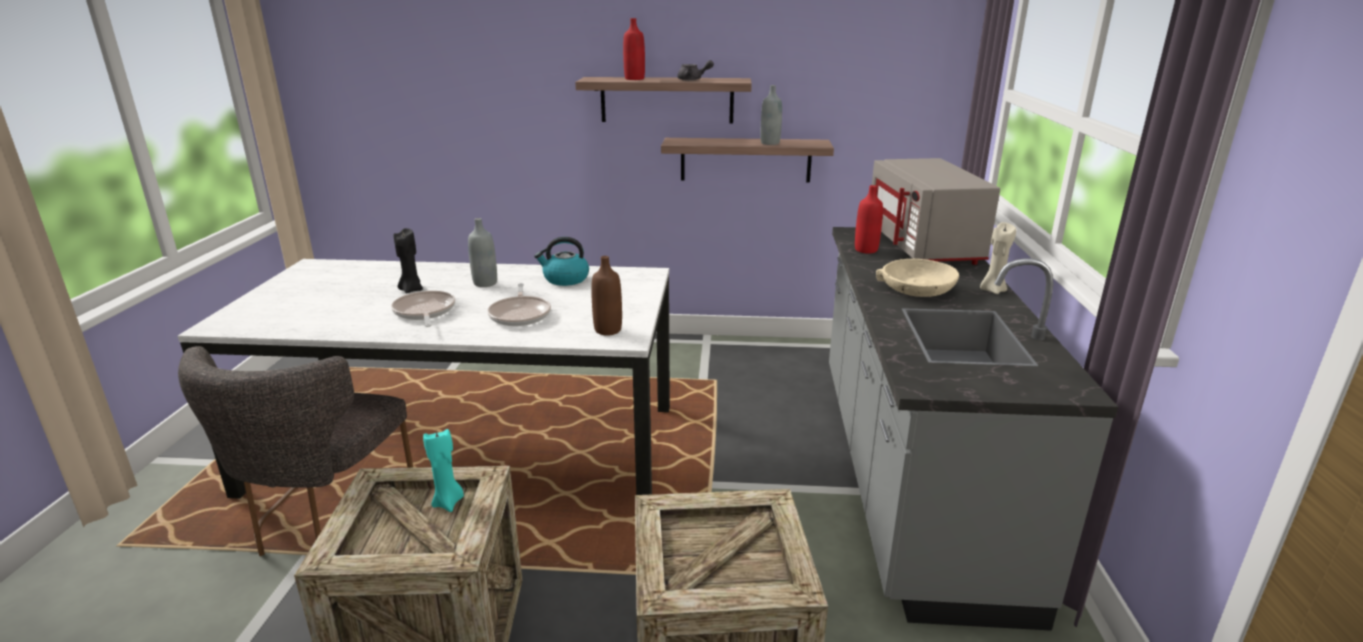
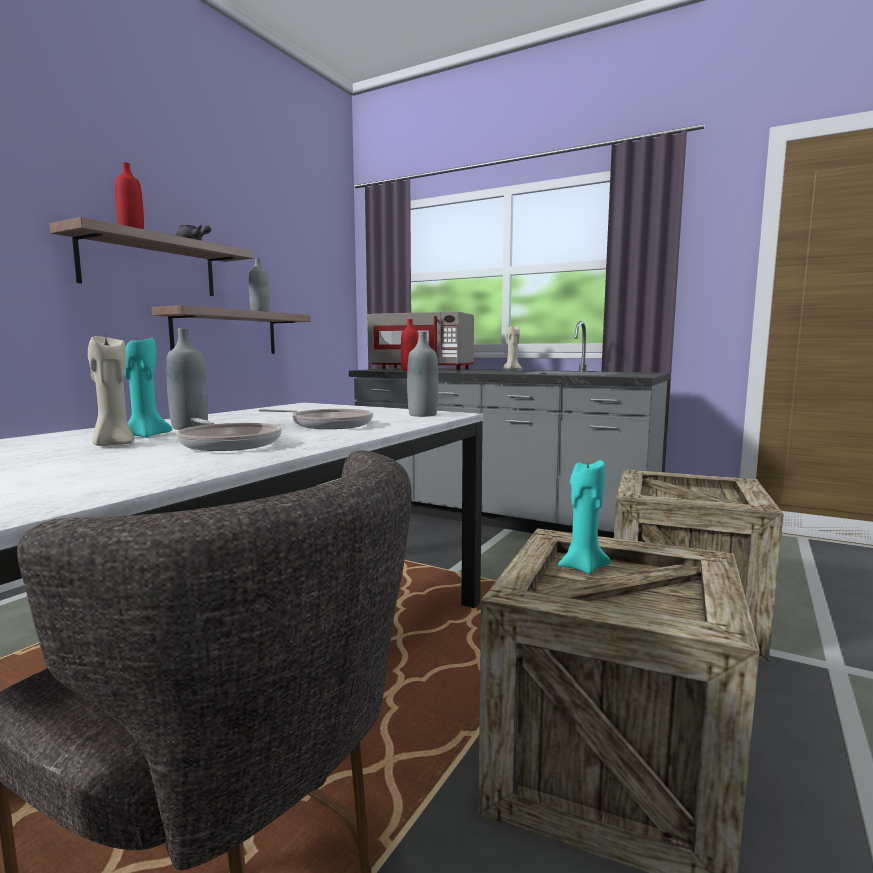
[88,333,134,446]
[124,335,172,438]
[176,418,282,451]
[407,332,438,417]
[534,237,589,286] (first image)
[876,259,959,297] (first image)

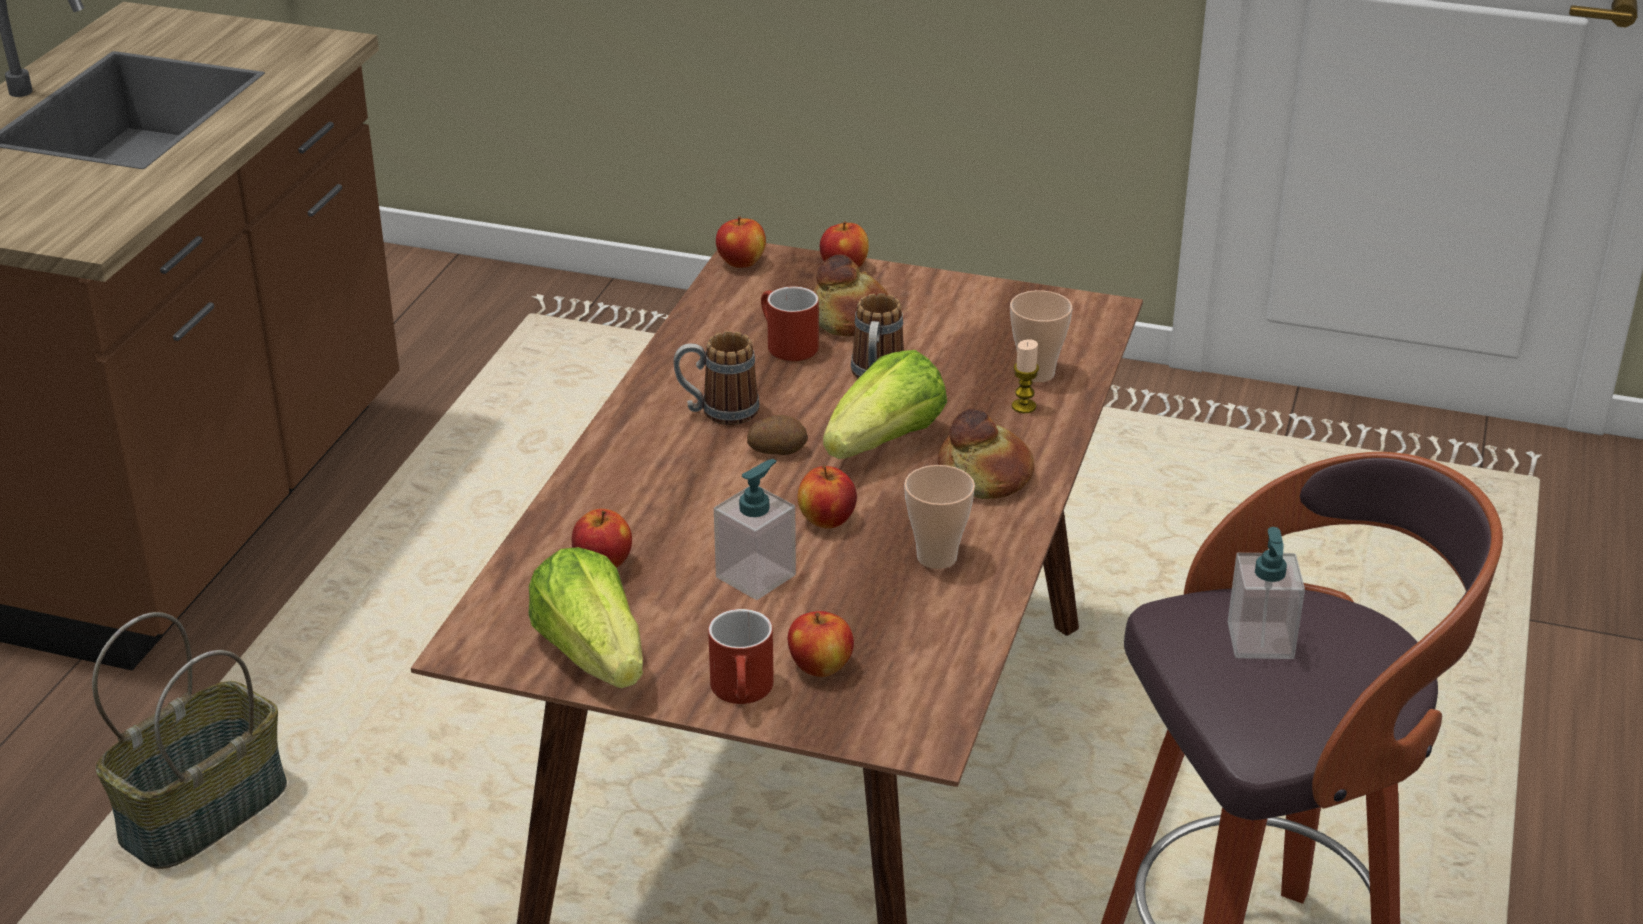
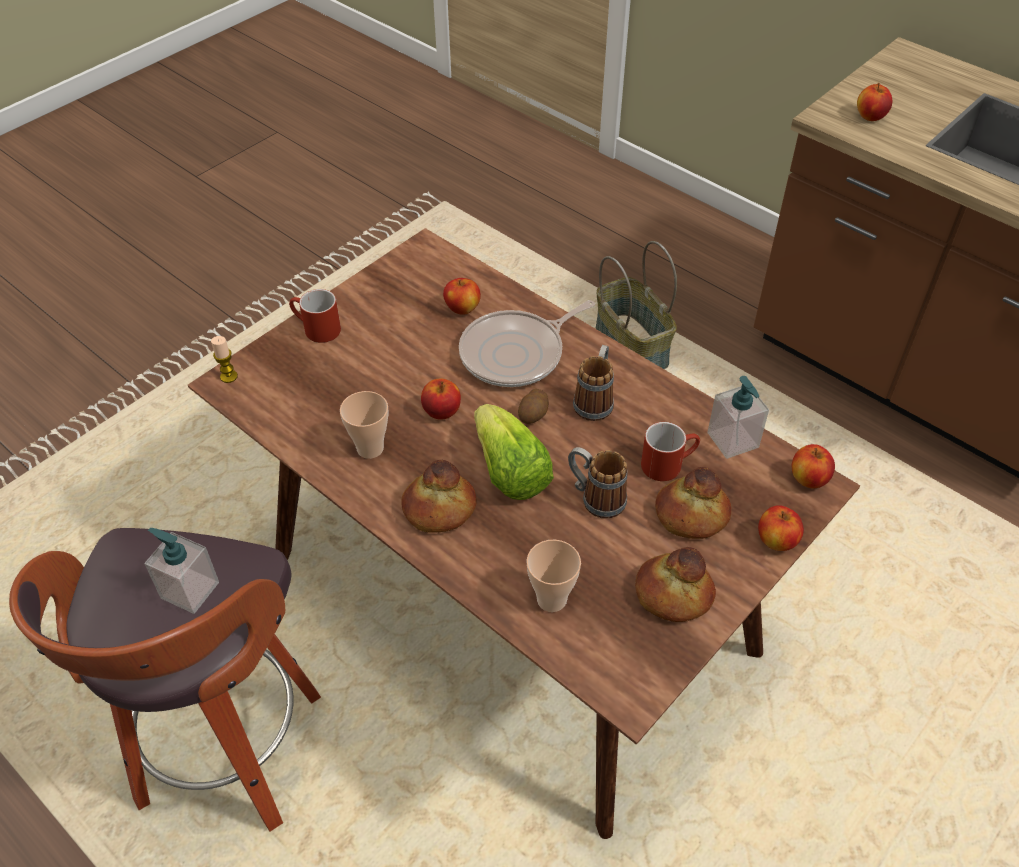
[211,336,238,383]
[459,300,595,387]
[635,547,716,622]
[708,376,769,459]
[857,83,892,121]
[528,547,643,688] (first image)

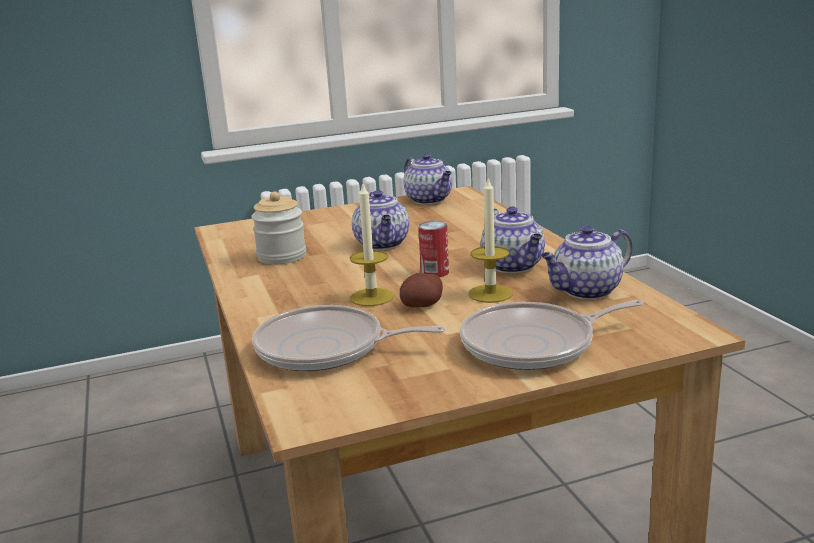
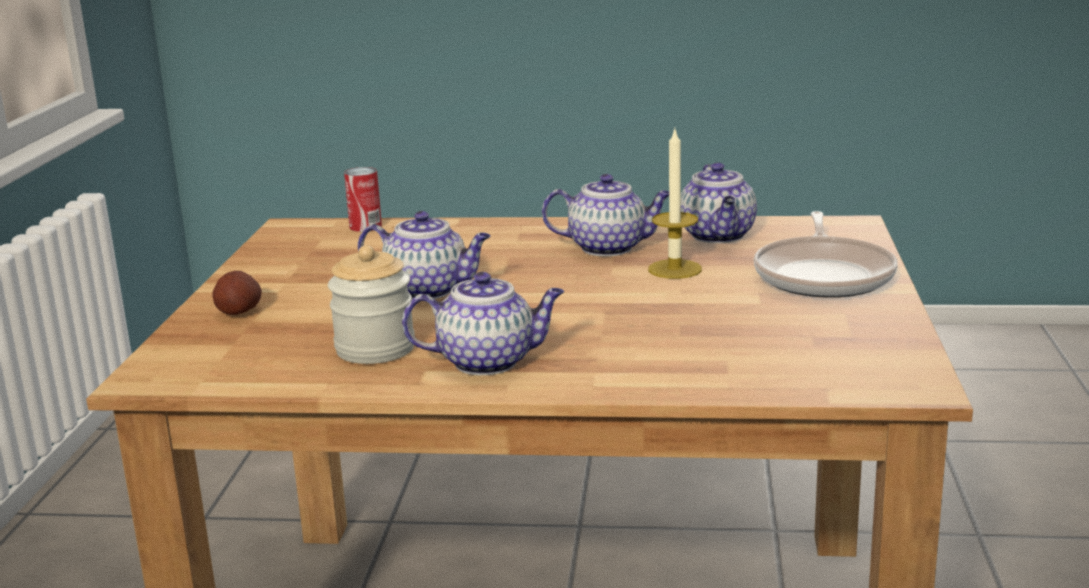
[212,271,262,315]
[344,167,382,232]
[402,272,564,375]
[252,305,445,371] (first image)
[350,184,394,306] (first image)

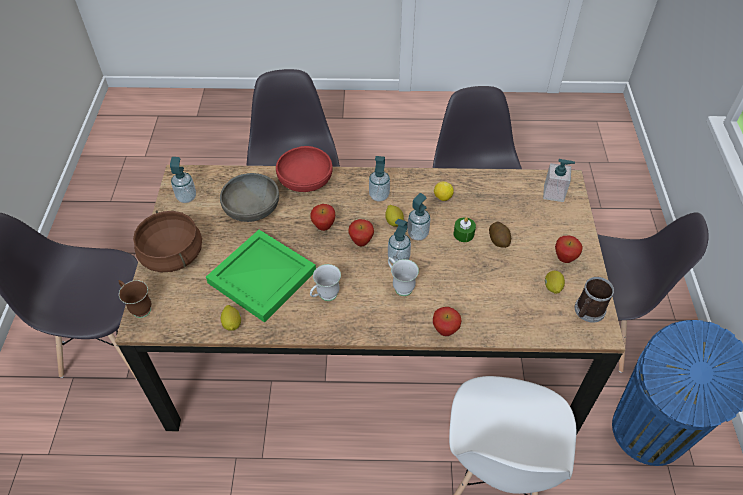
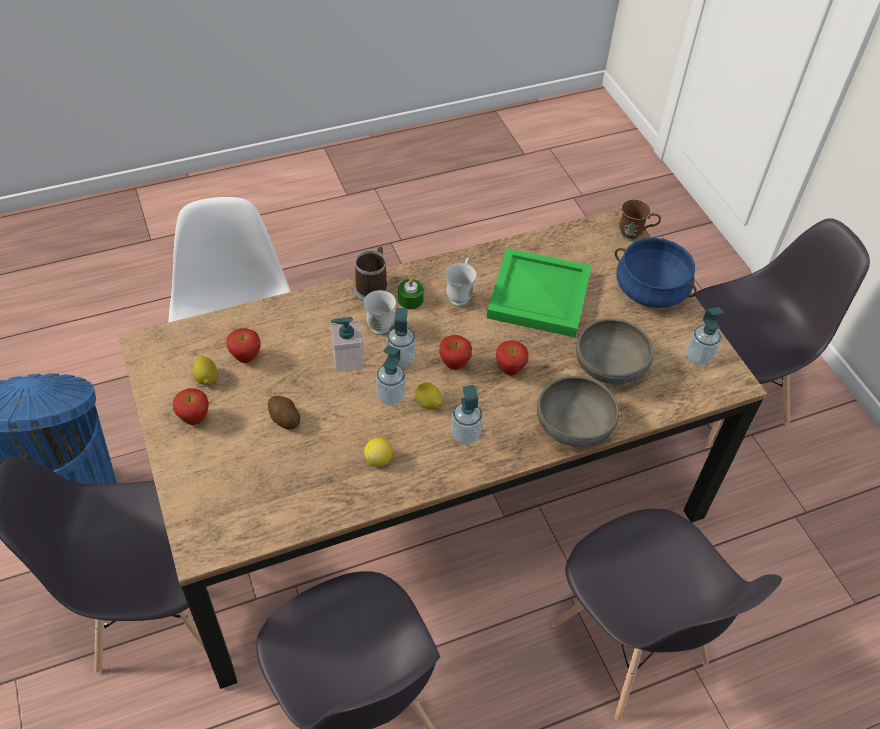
[227,328,261,363]
[331,317,364,372]
[354,247,388,302]
[398,278,424,310]
[537,376,619,447]
[615,238,697,308]
[221,305,241,331] (first image)

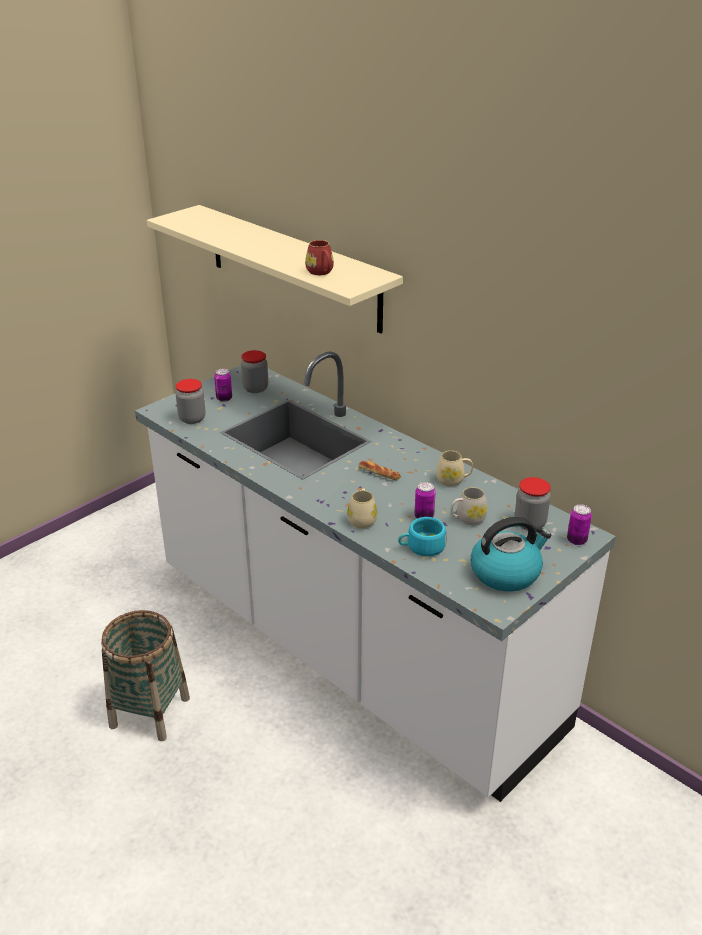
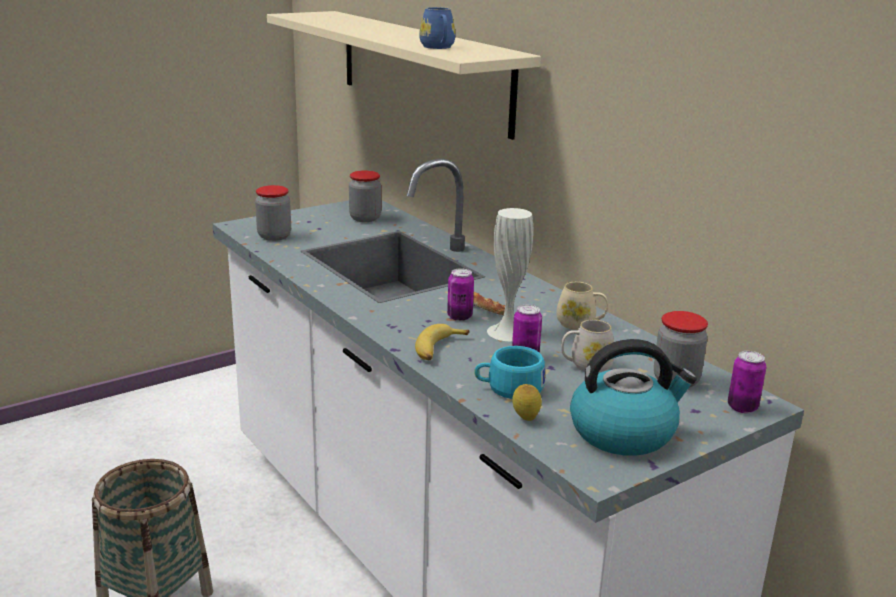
[415,324,469,360]
[419,7,455,49]
[447,268,474,321]
[487,208,533,341]
[512,384,542,421]

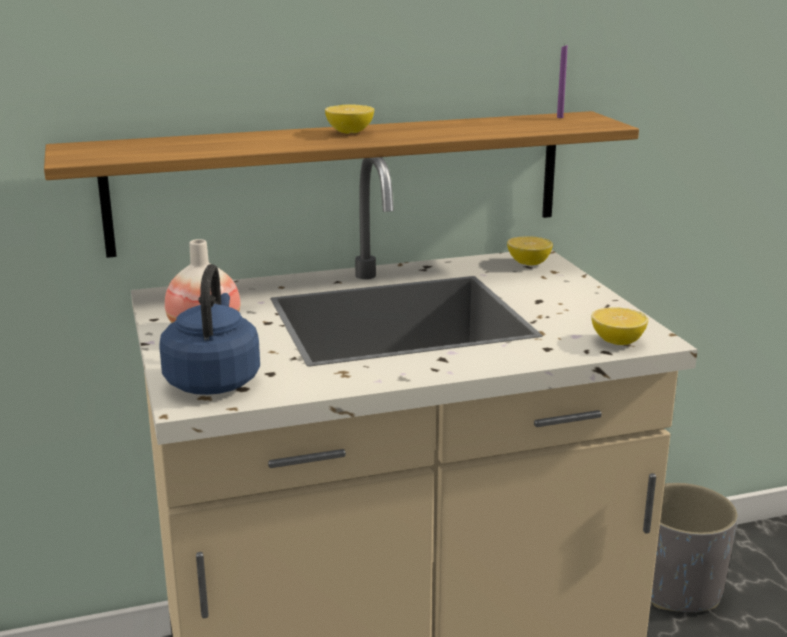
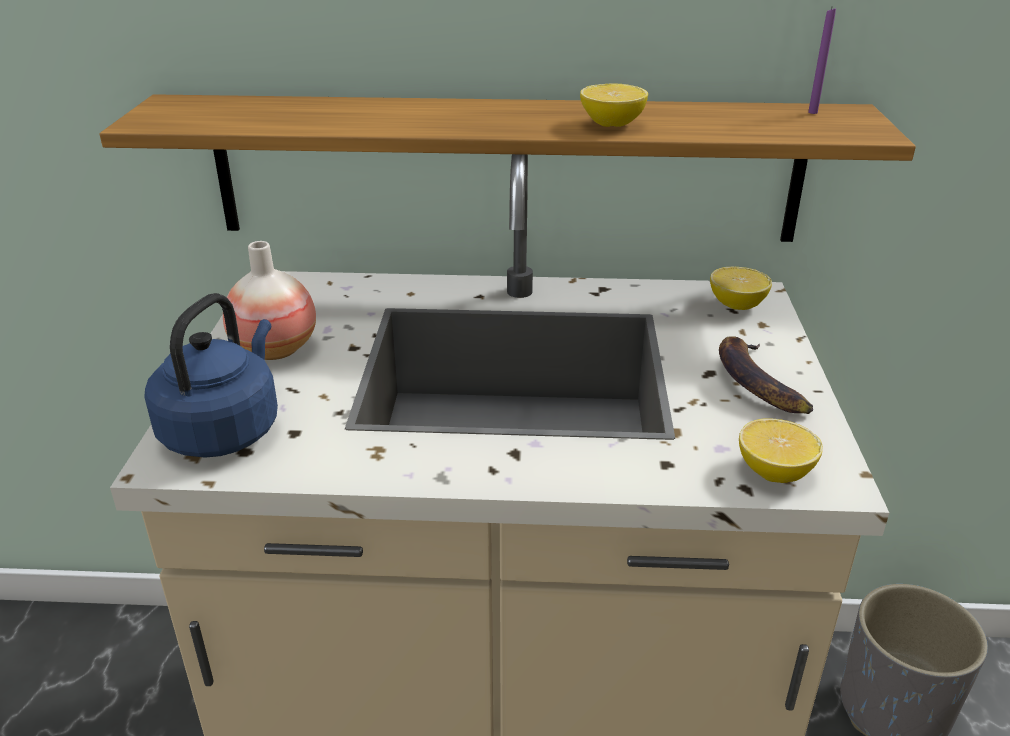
[580,84,648,127]
[719,336,813,414]

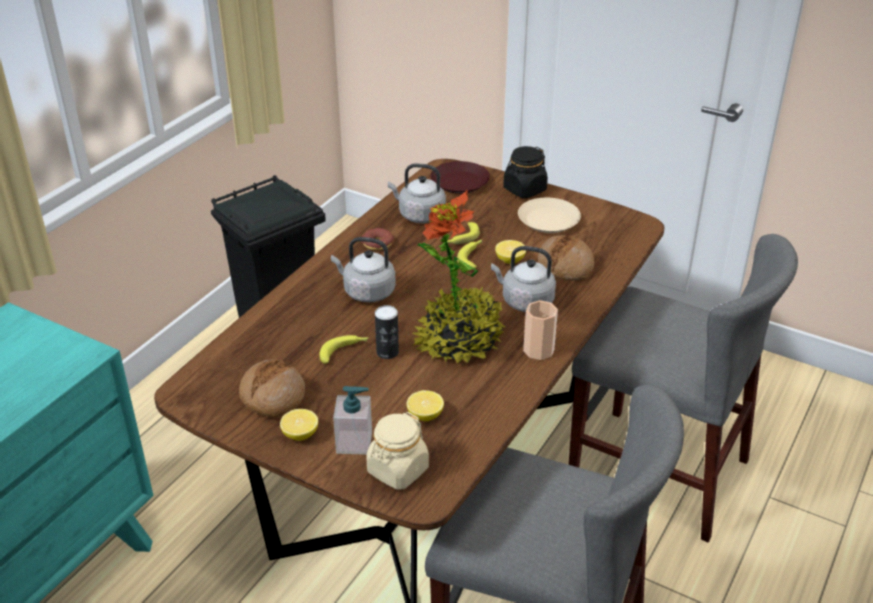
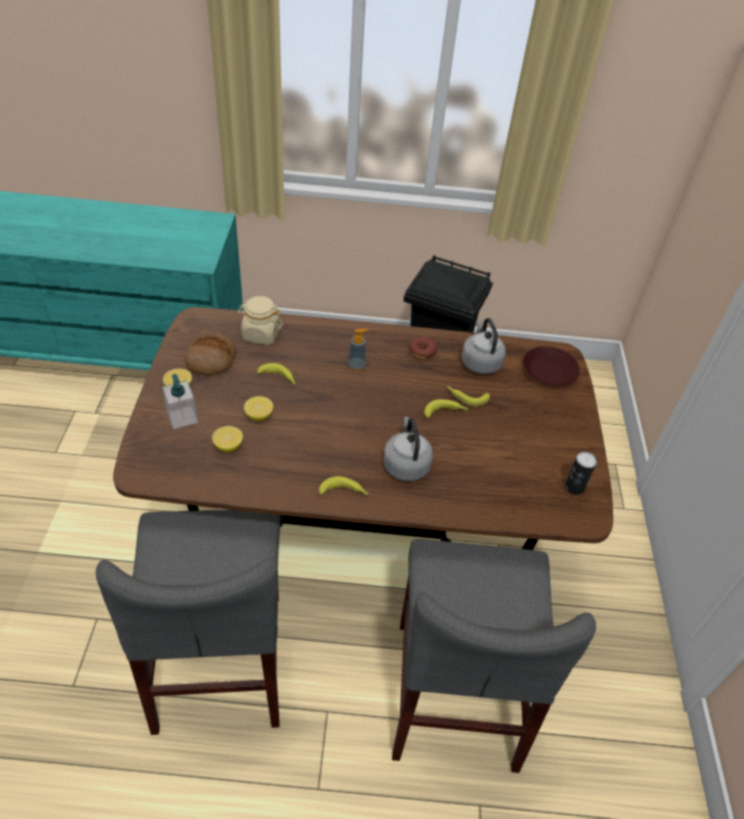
[238,296,282,345]
[244,396,273,421]
[319,476,369,496]
[348,329,369,371]
[565,452,597,495]
[412,191,505,364] (first image)
[503,146,548,198] (first image)
[518,198,581,233] (first image)
[538,235,594,281] (first image)

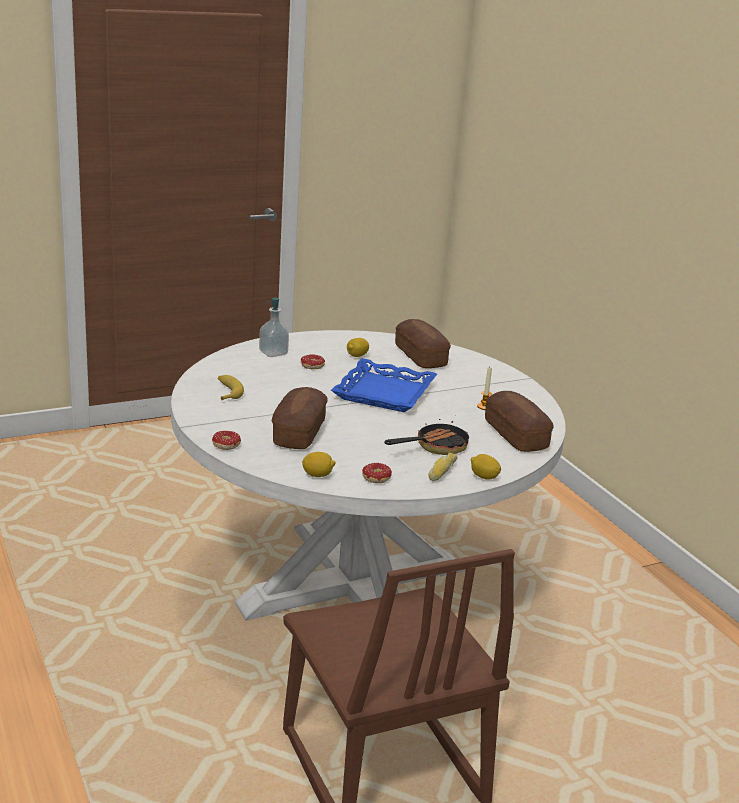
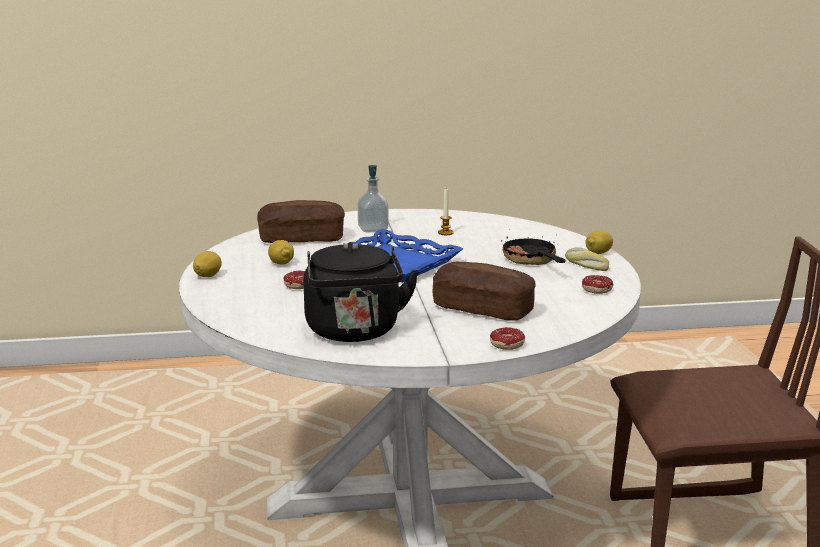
[193,251,222,277]
[303,242,419,342]
[358,165,389,233]
[485,391,554,452] (first image)

